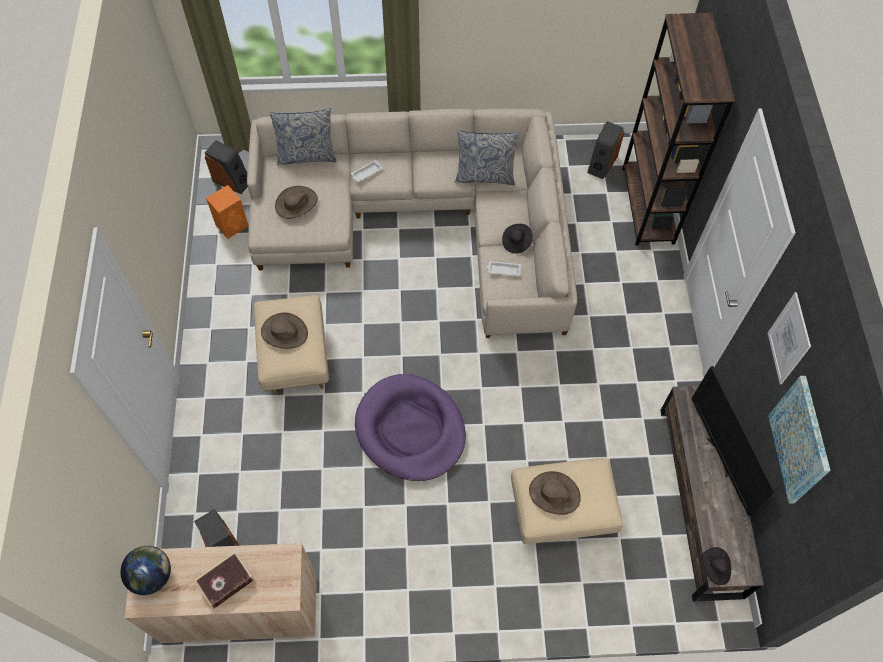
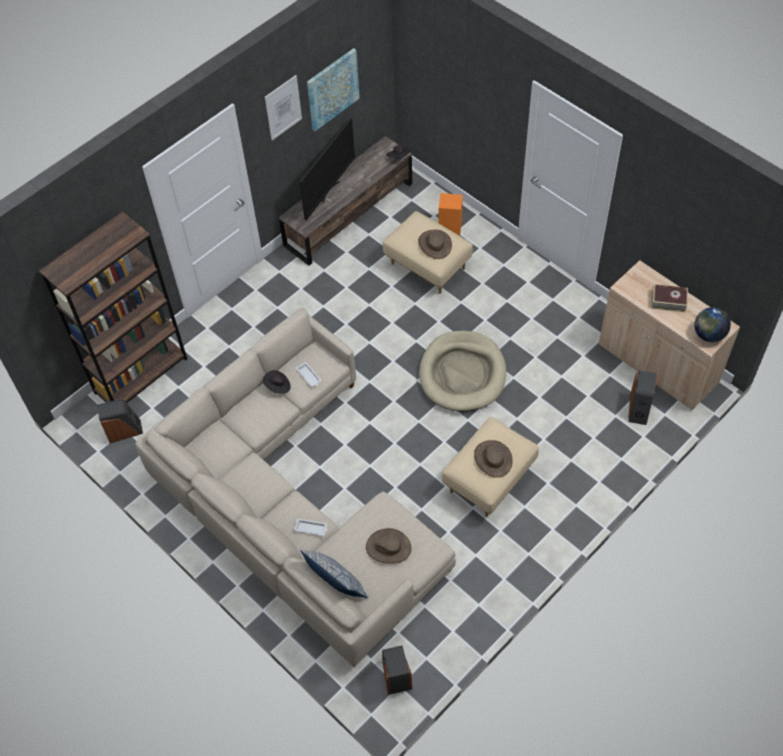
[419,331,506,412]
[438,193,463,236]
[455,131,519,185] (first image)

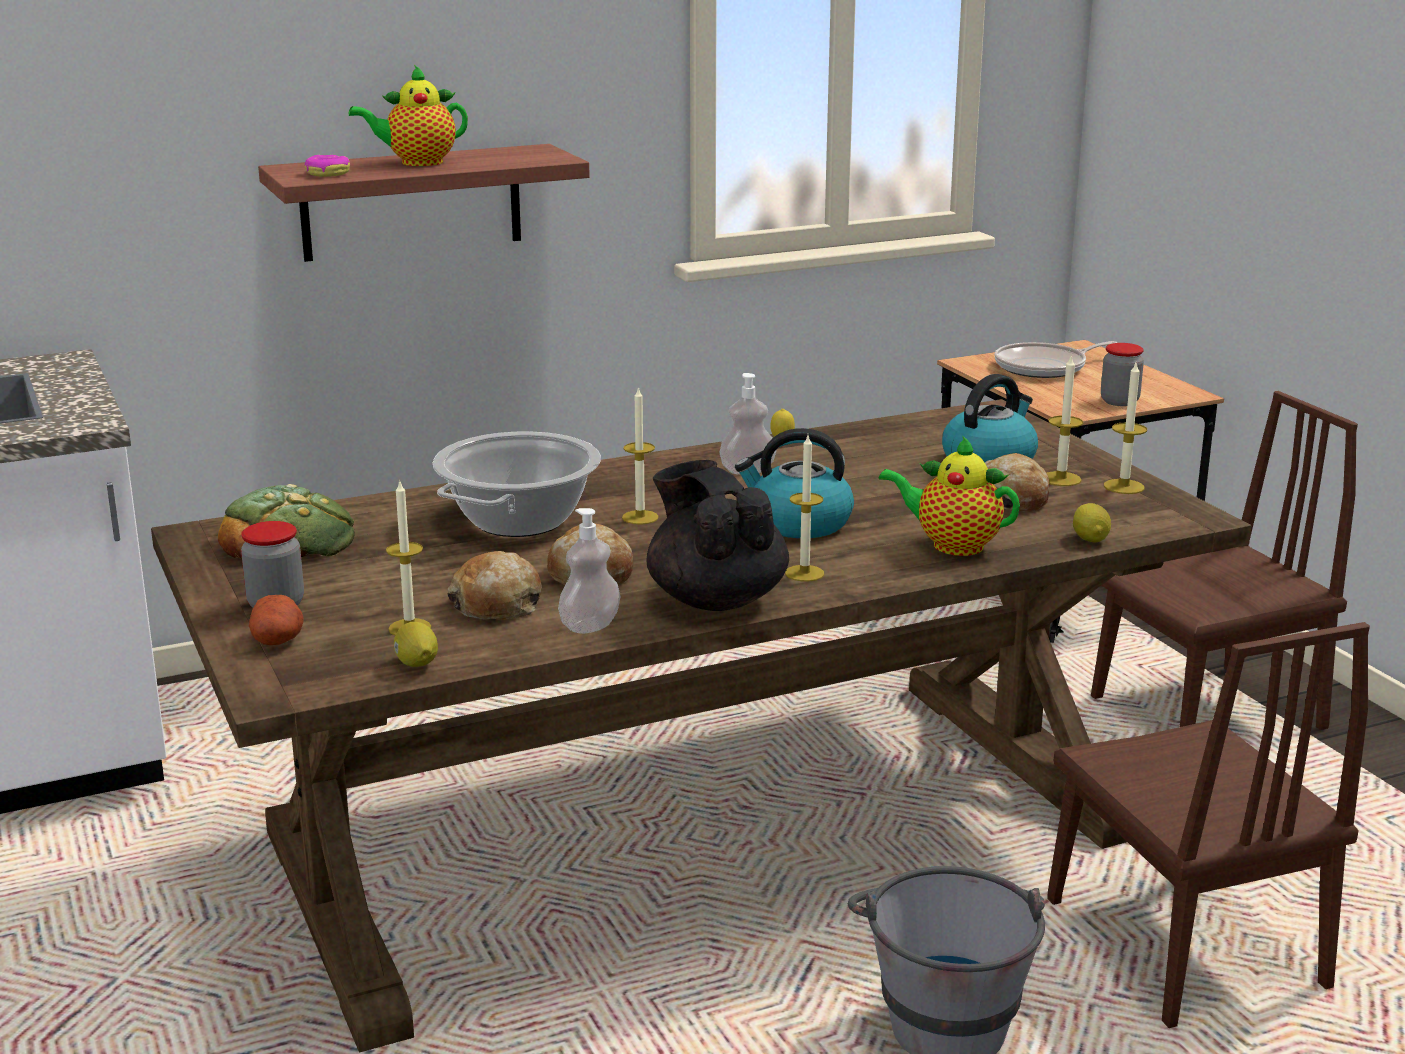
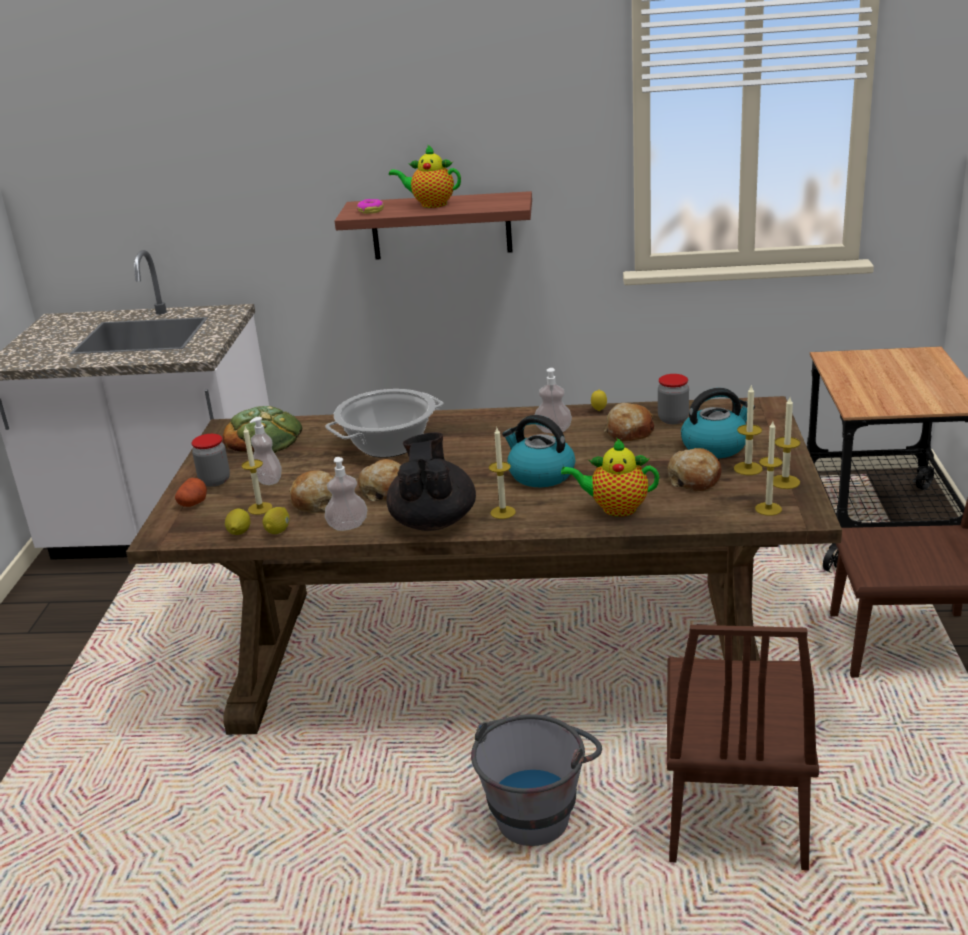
[250,417,282,485]
[263,507,289,534]
[561,438,659,517]
[604,403,654,441]
[658,374,689,424]
[755,421,782,516]
[994,341,1117,378] (first image)

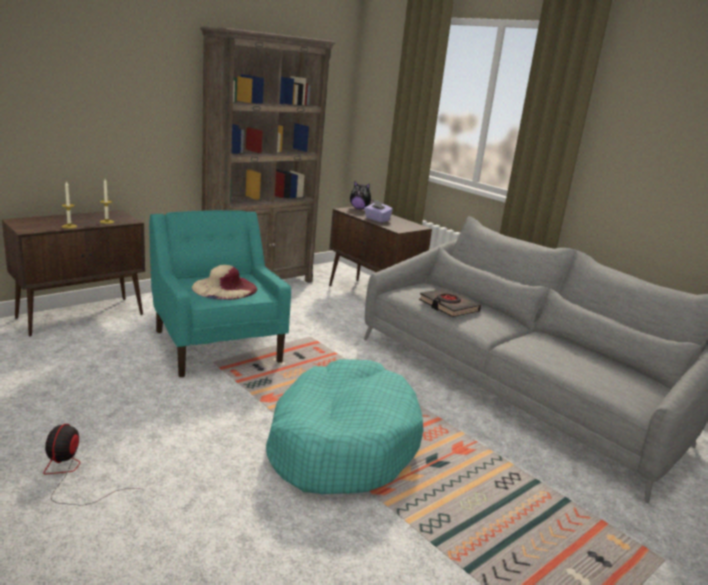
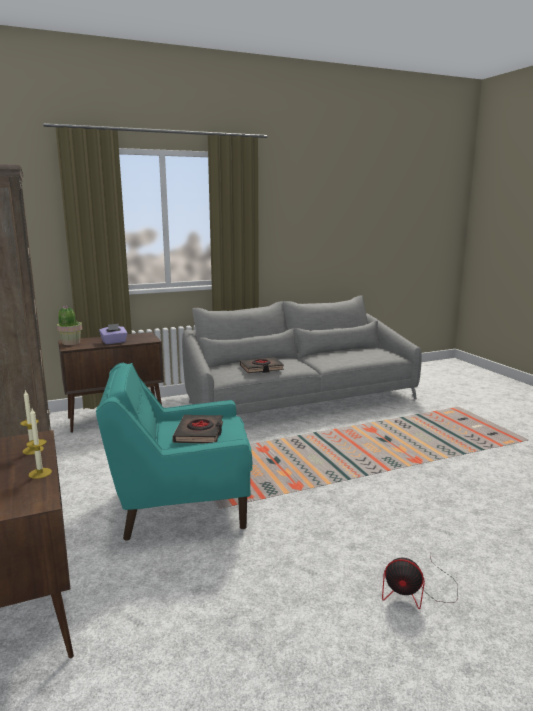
[57,305,82,345]
[173,415,223,443]
[266,359,423,494] (first image)

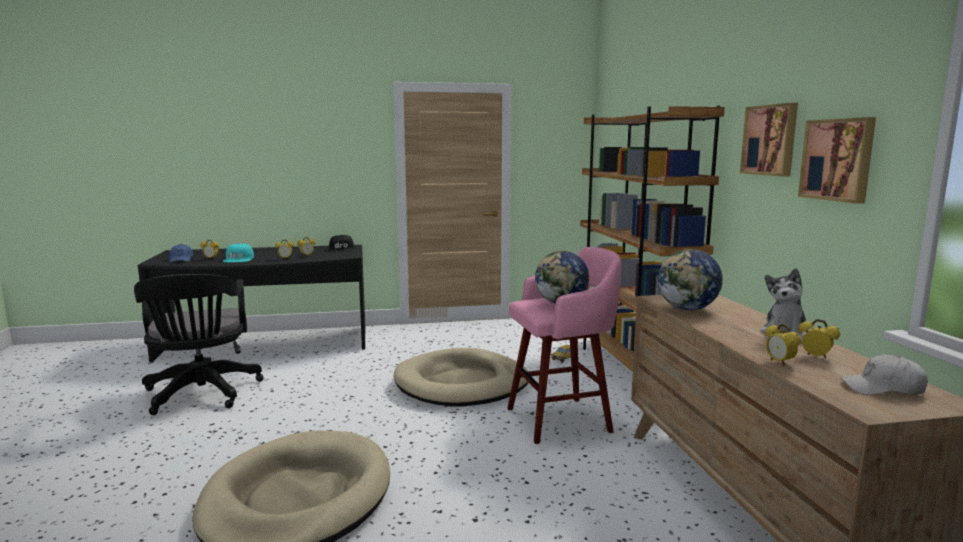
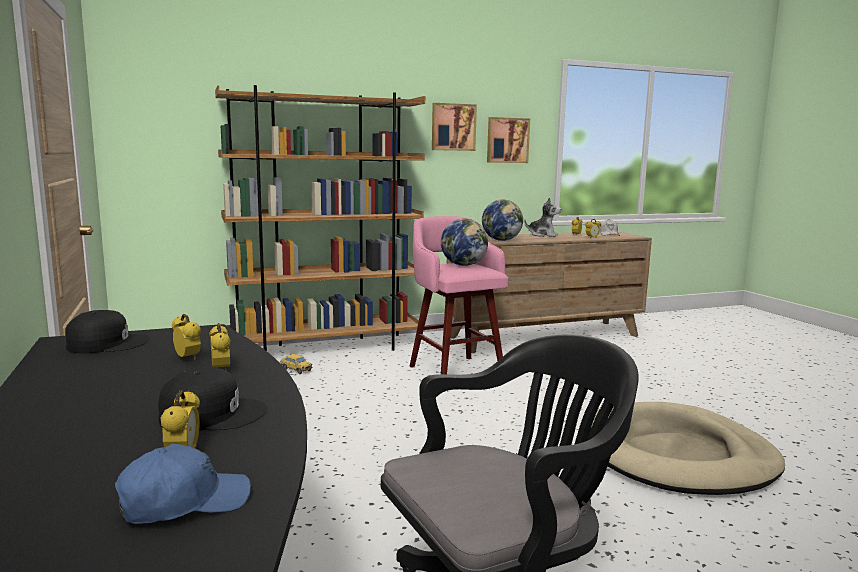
[158,367,267,431]
[393,348,529,406] (first image)

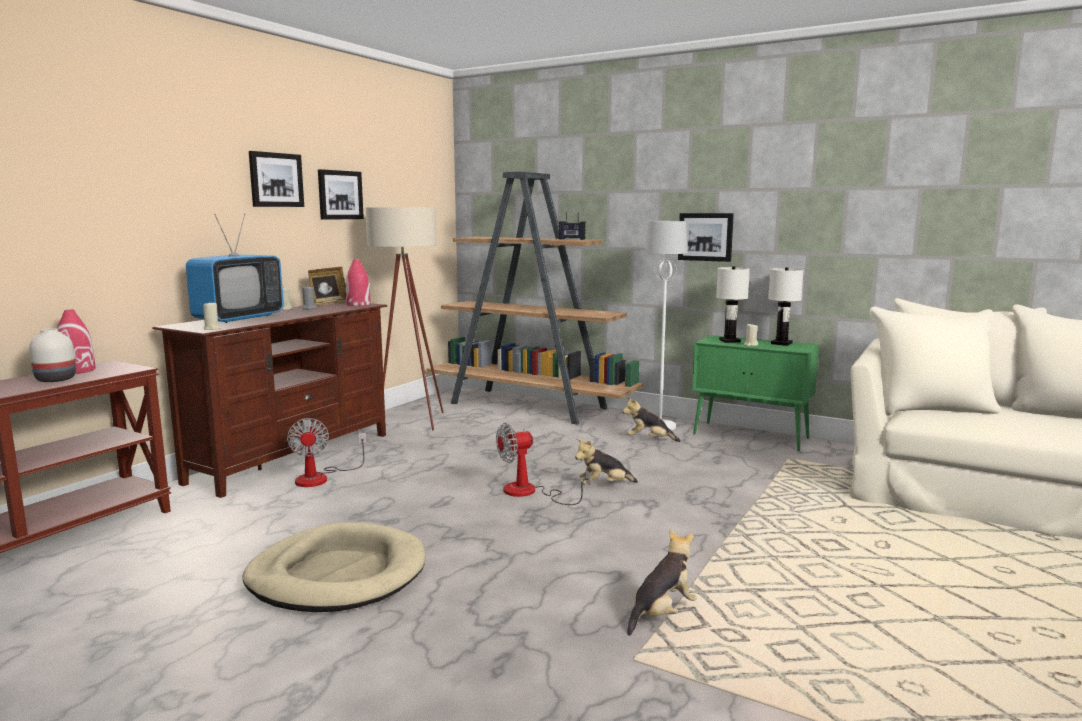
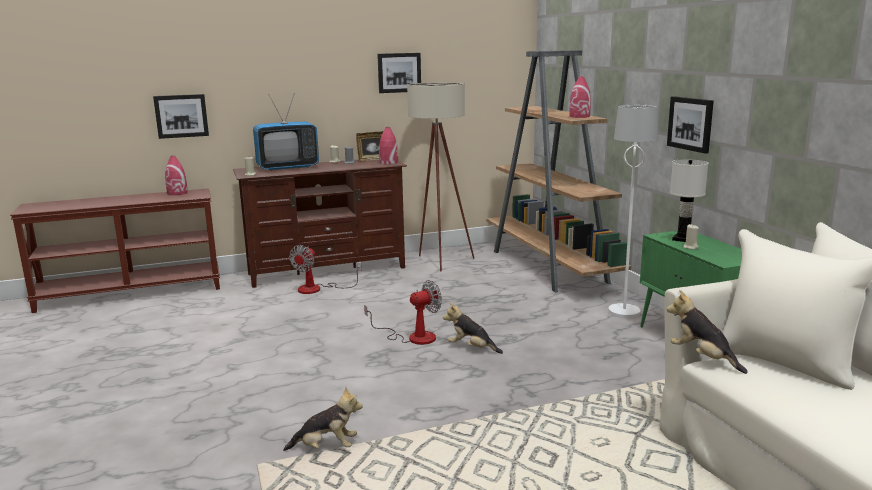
[153,94,209,139]
[364,280,442,345]
[569,76,591,118]
[667,290,748,374]
[29,328,76,382] (first image)
[243,522,425,612] (first image)
[768,267,804,346] (first image)

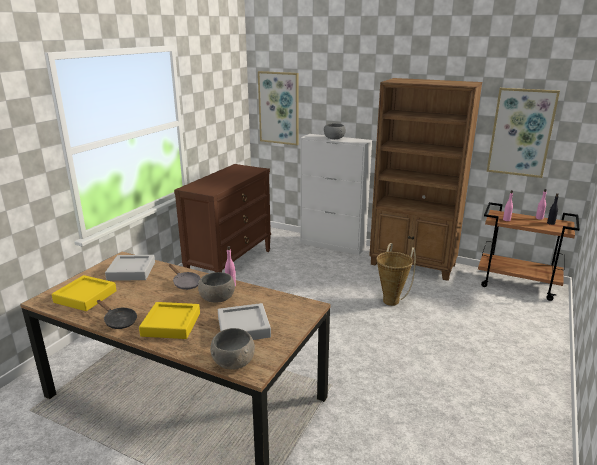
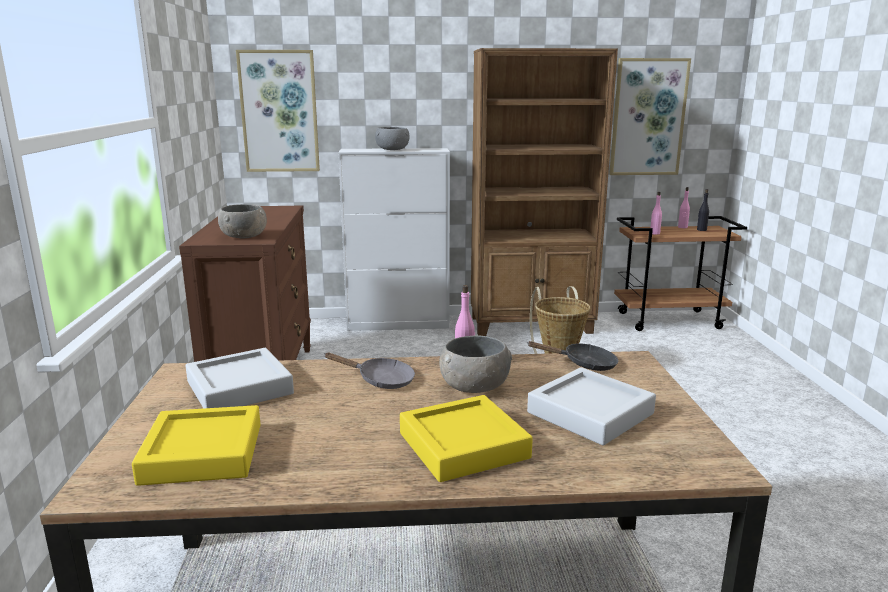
[218,204,267,238]
[527,341,618,371]

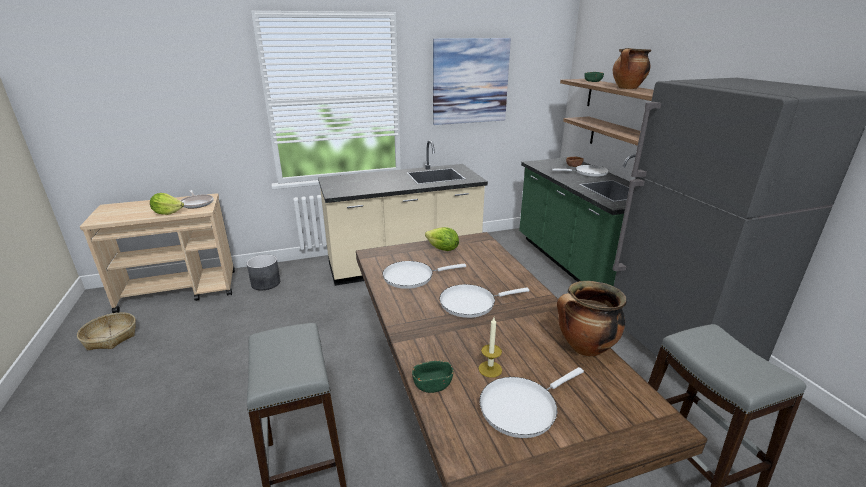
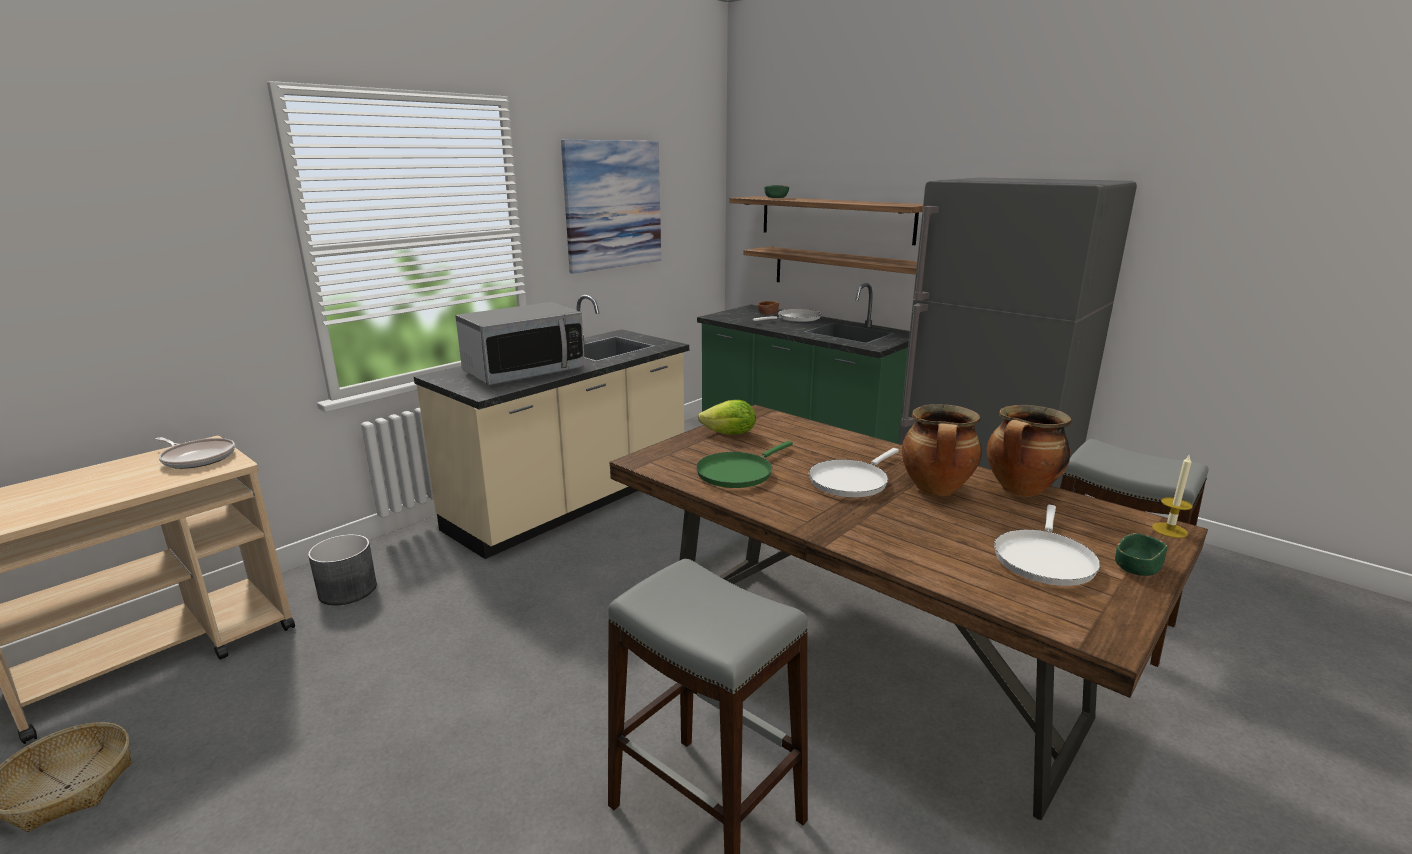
[455,302,585,385]
[696,441,793,488]
[902,404,982,496]
[1115,533,1168,576]
[1152,454,1192,538]
[150,193,184,215] (first image)

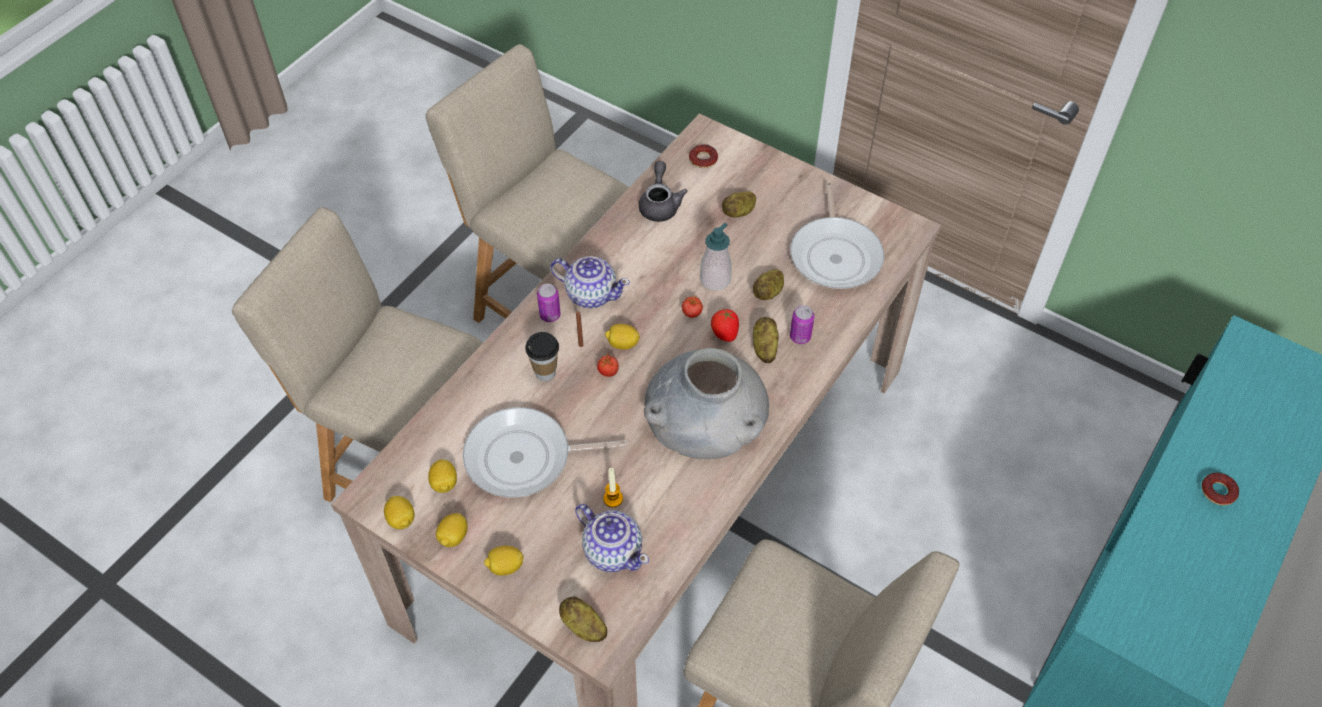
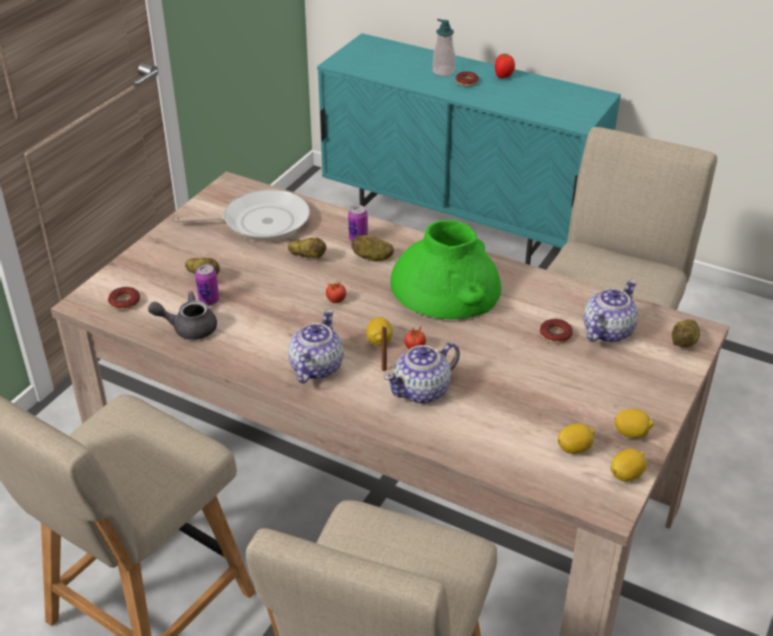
[195,264,219,305]
[384,342,460,404]
[390,220,501,319]
[432,19,455,76]
[495,54,515,78]
[540,319,573,344]
[463,407,627,498] (first image)
[484,546,524,576] (first image)

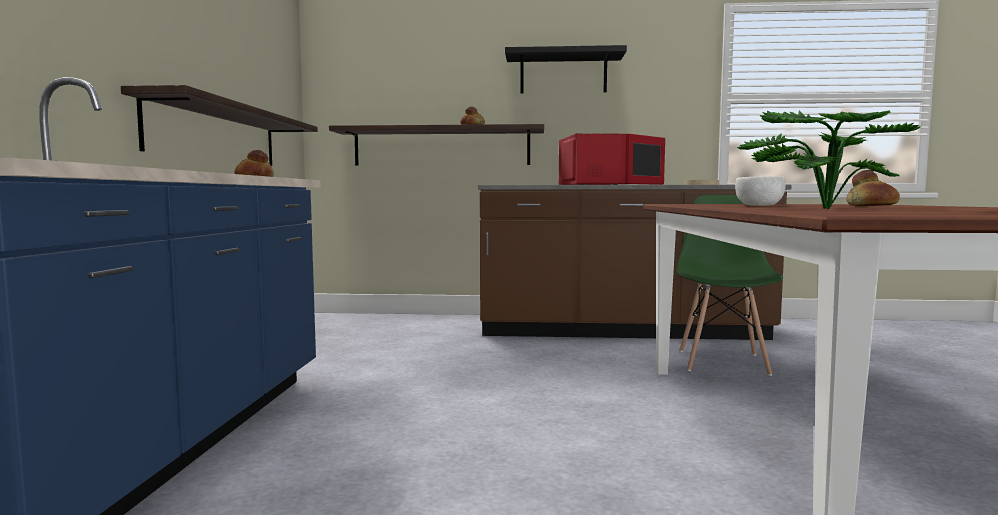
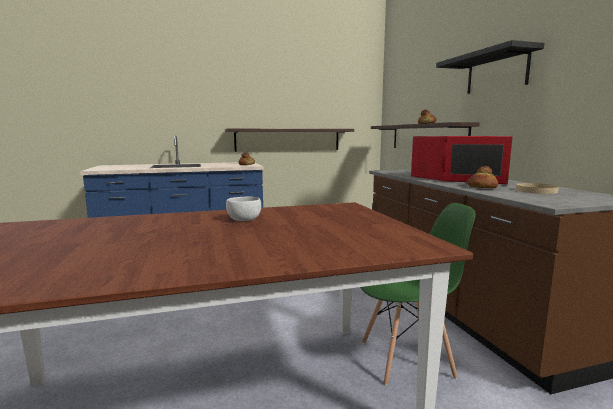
[467,166,498,188]
[737,110,920,209] (first image)

